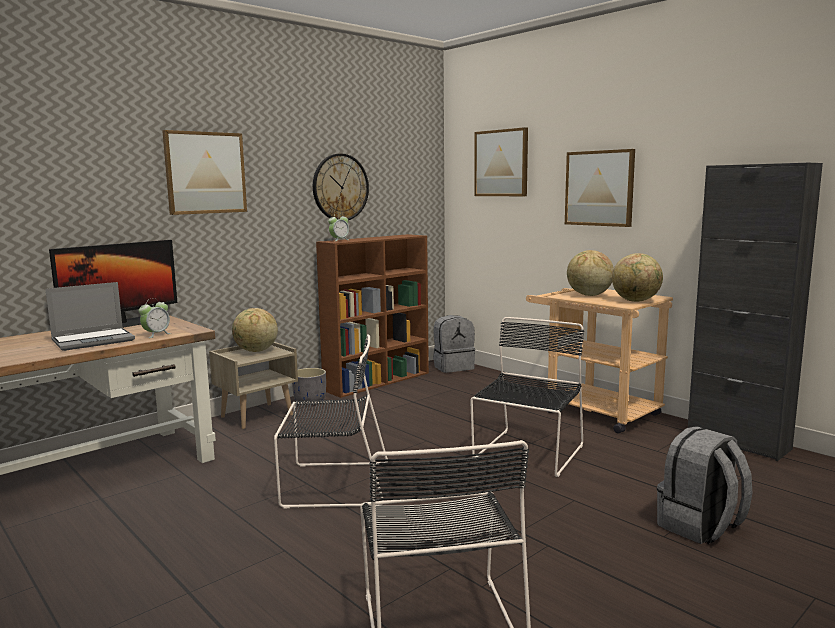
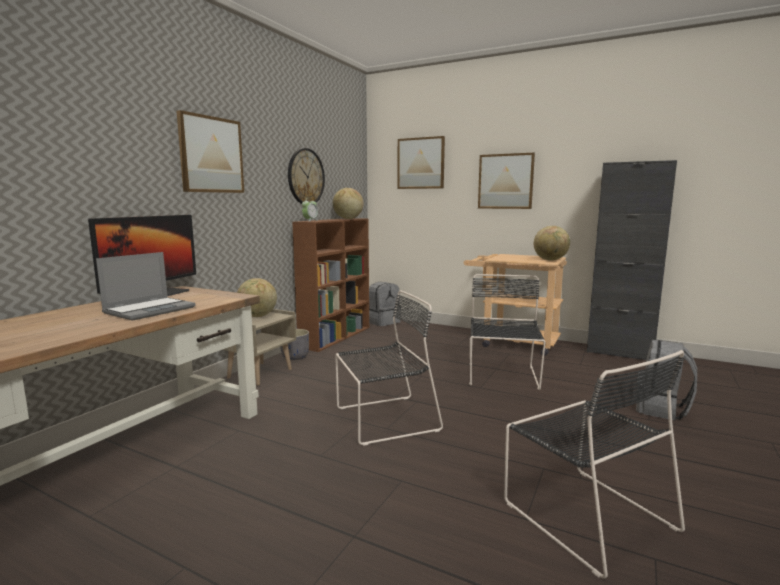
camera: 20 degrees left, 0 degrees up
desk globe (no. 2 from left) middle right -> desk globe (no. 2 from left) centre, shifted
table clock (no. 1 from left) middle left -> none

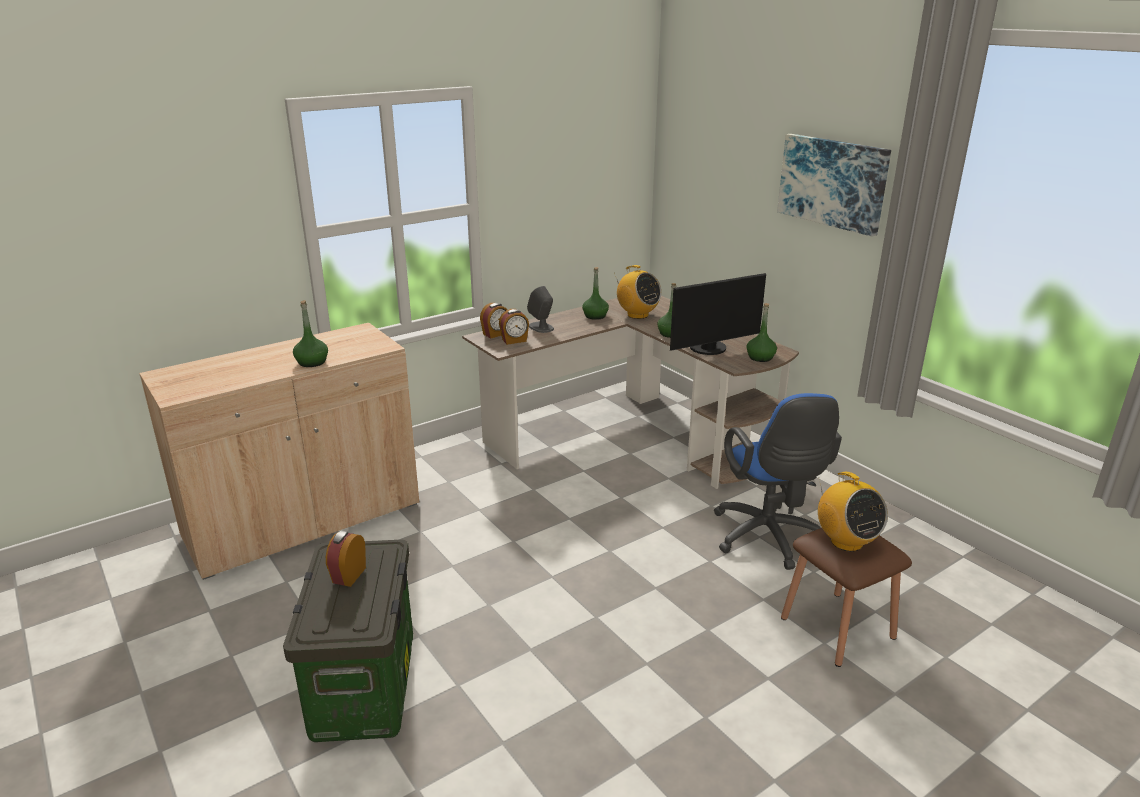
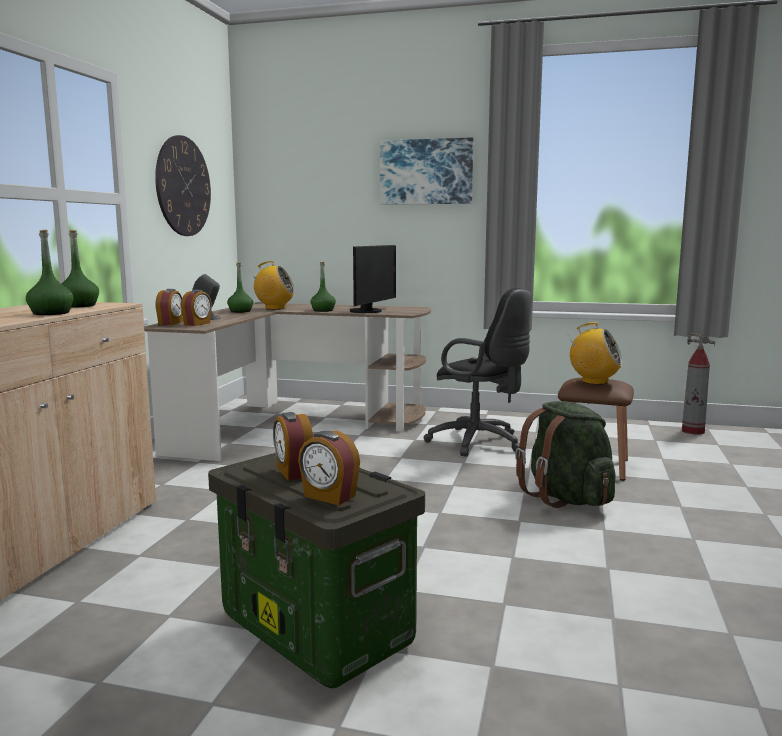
camera: 40 degrees left, 15 degrees down
bottle (green) (no. 4 from left in the first image) middle right -> bottle (green) (no. 2 from left) middle left, shifted
none -> hanging clock top left
none -> table clock (no. 4 from left) centre
desk chair (blue-coloured) middle right -> desk chair (blackish) centre
none -> backpack (green) middle right
none -> fire extinguisher middle right

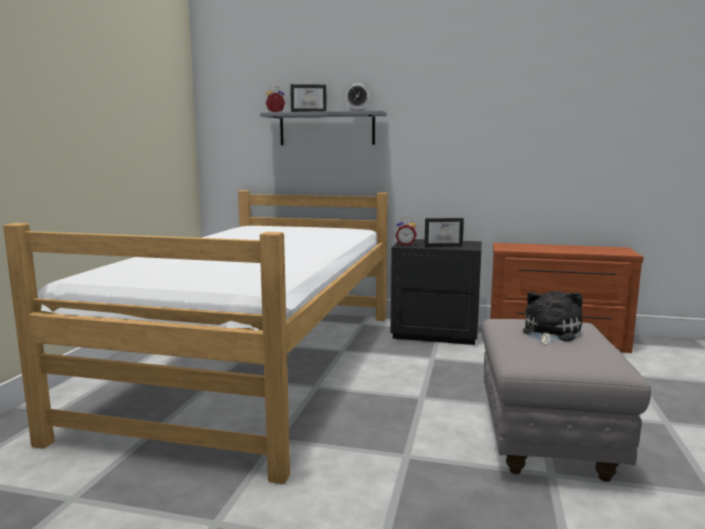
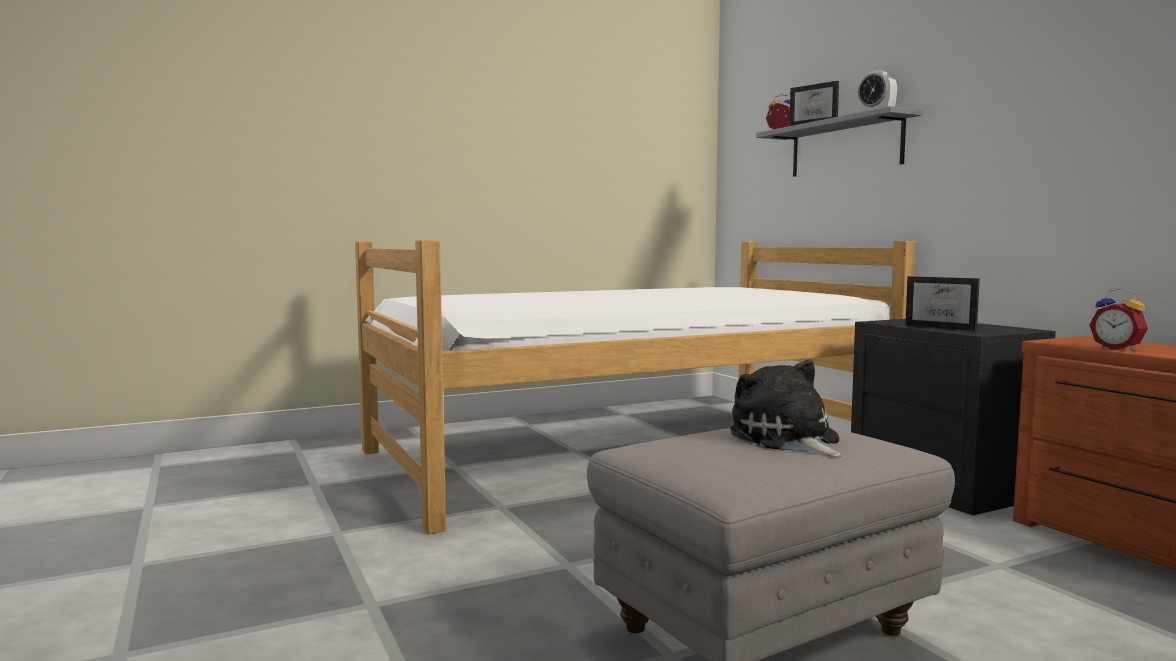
camera: 50 degrees right, 5 degrees down
plush toy middle right, 105 degrees counterclockwise
table clock (no. 3 from left) centre -> table clock (no. 3 from left) middle right, shifted

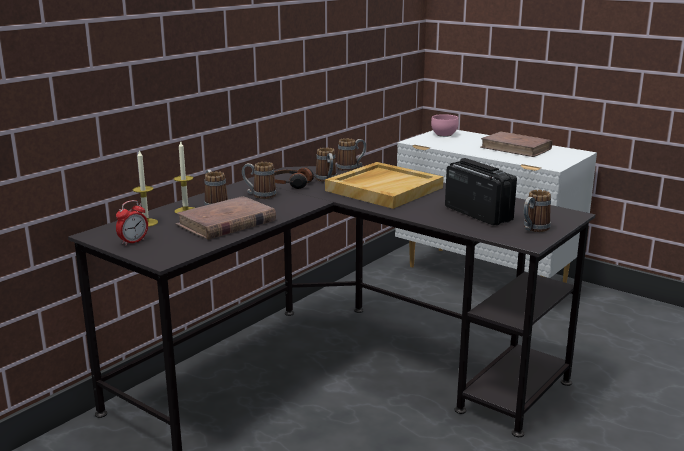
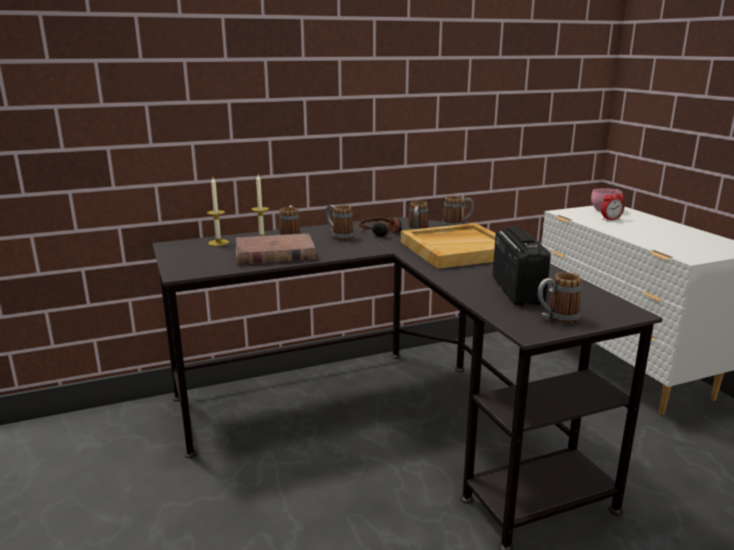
camera: 30 degrees right, 0 degrees up
table clock middle left -> table clock middle right, shifted
bound book (brownish) (no. 2 from left) top right -> none

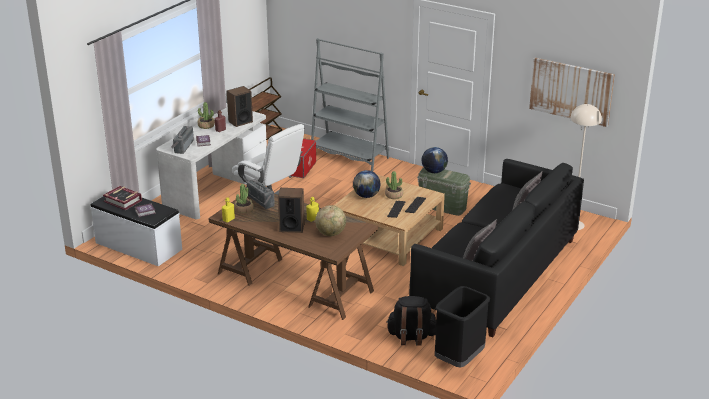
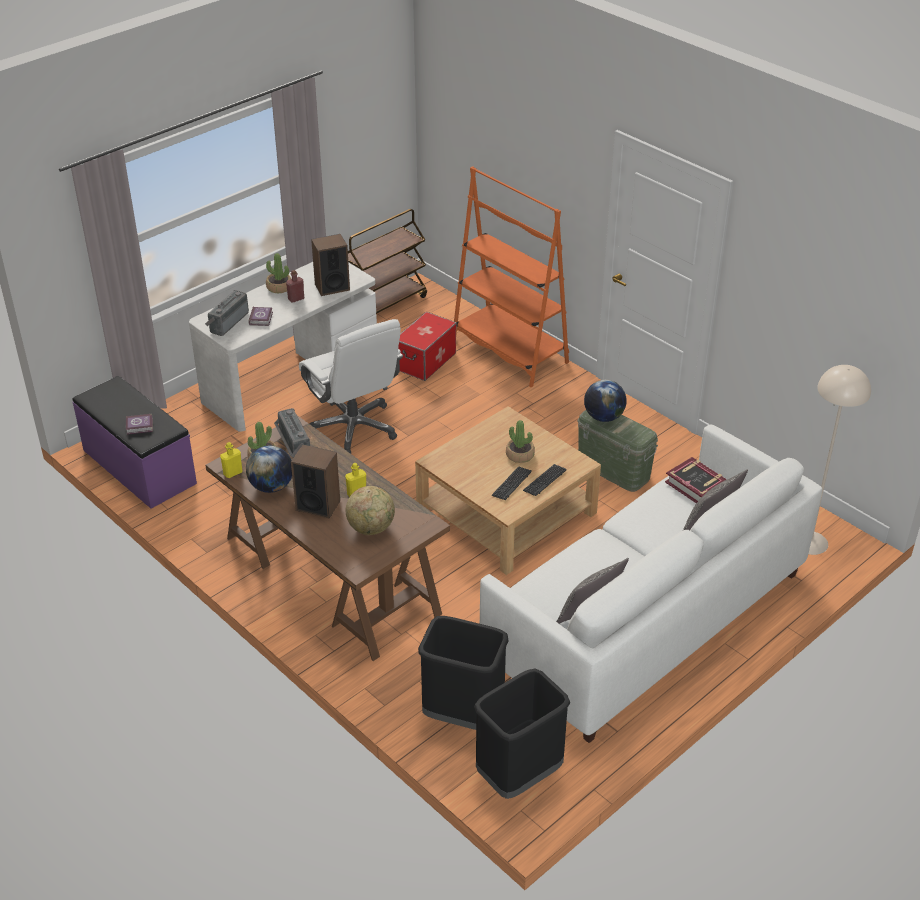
camera: 15 degrees right, 10 degrees up
indoor bench (white) middle left -> indoor bench (purple-coloured) middle left
desk globe (no. 2 from left in the first image) centre -> desk globe (no. 1 from left) middle left, shifted
backpack (blackish) bottom centre -> trash can (blackish) (no. 1 from left) bottom centre
shelving unit (grey) top centre -> shelving unit (orangey) top centre
couch (blackish) middle right -> couch (white) middle right
bound book (no. 1 from left in the first image) middle left -> bound book (no. 3 from left) middle right, shifted
wall art top right -> none

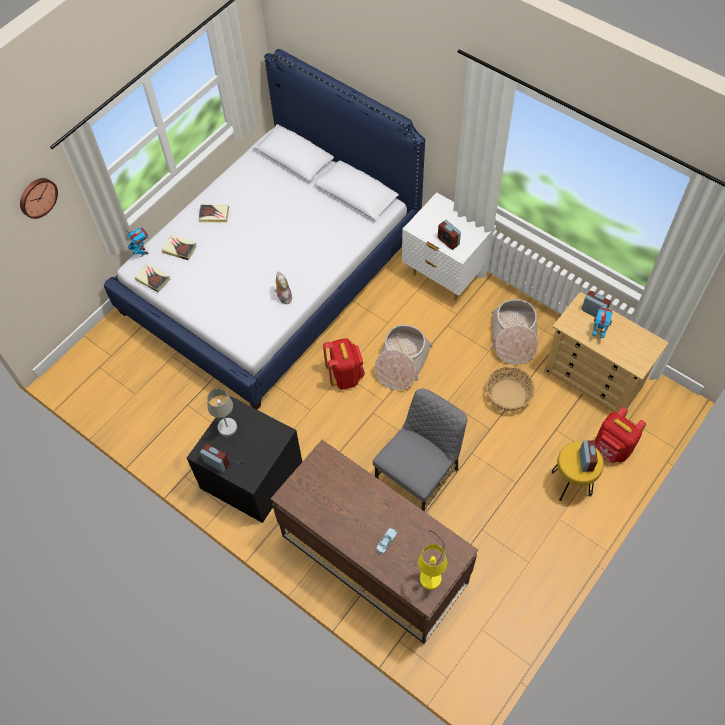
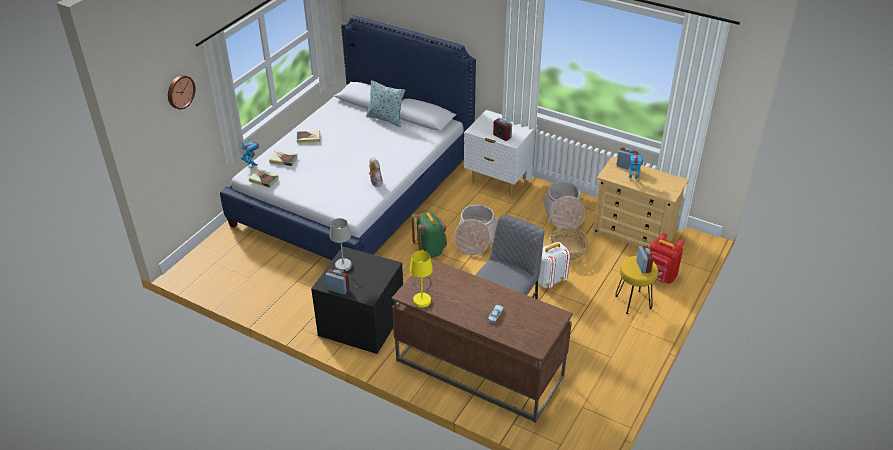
camera: 10 degrees left, 20 degrees down
none -> throw pillow top centre
tabletop lamp (yellow-coloured) bottom centre -> tabletop lamp (yellow-coloured) centre, shifted
backpack (red-coloured) (no. 1 from left) centre -> backpack (green) centre
none -> backpack (white) centre

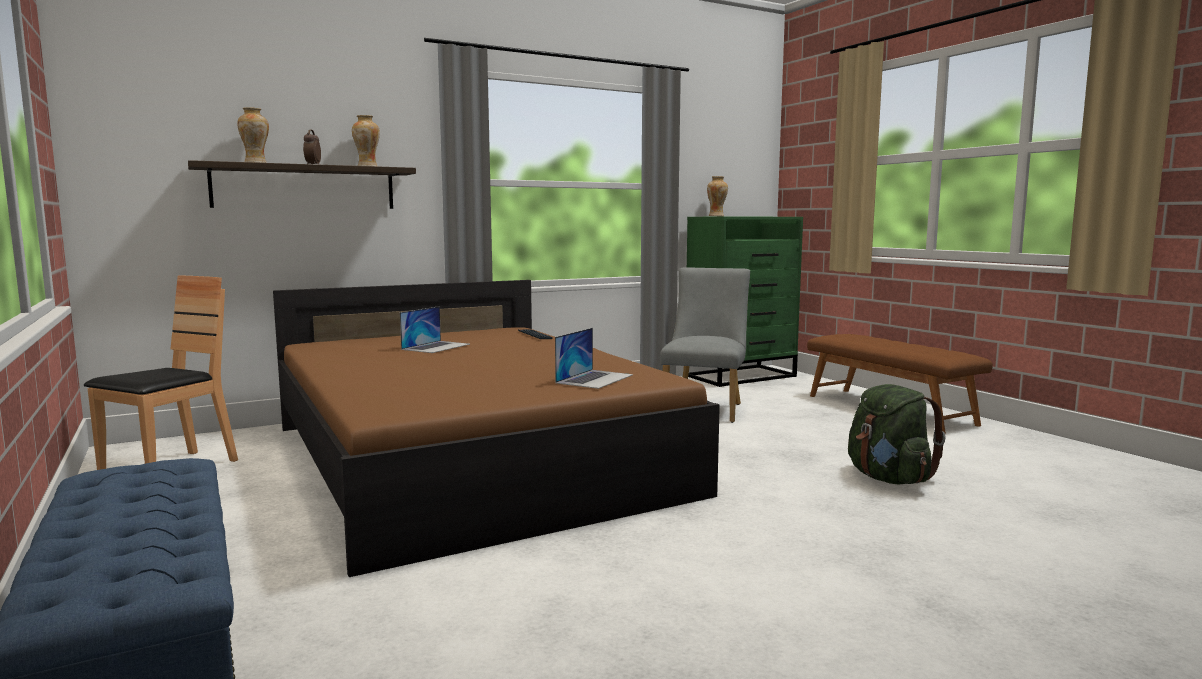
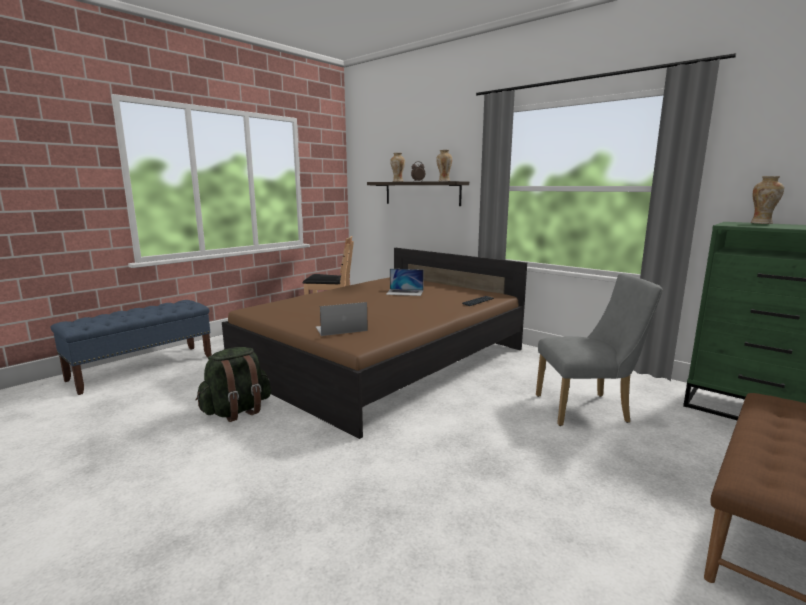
camera: 70 degrees right, 5 degrees up
backpack (green) middle right -> backpack (green) middle left, shifted
notebook computer (no. 2 from left in the first image) centre -> notebook computer (no. 1 from left) centre, 150 degrees clockwise

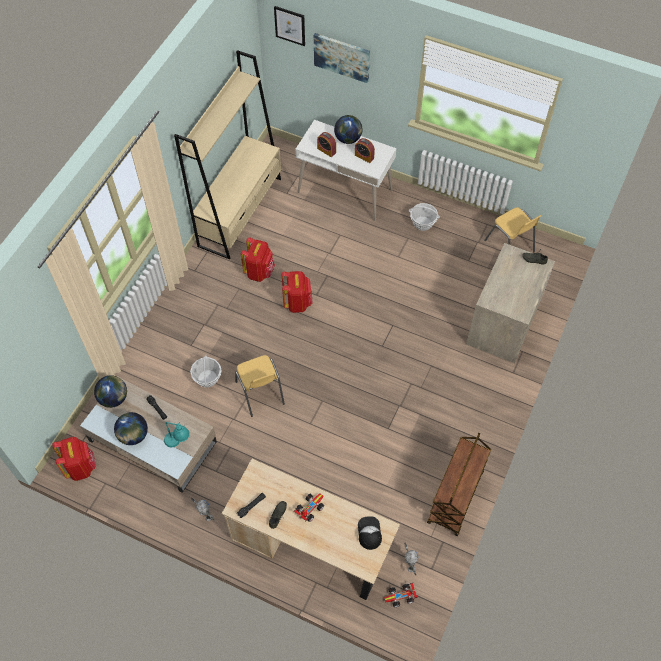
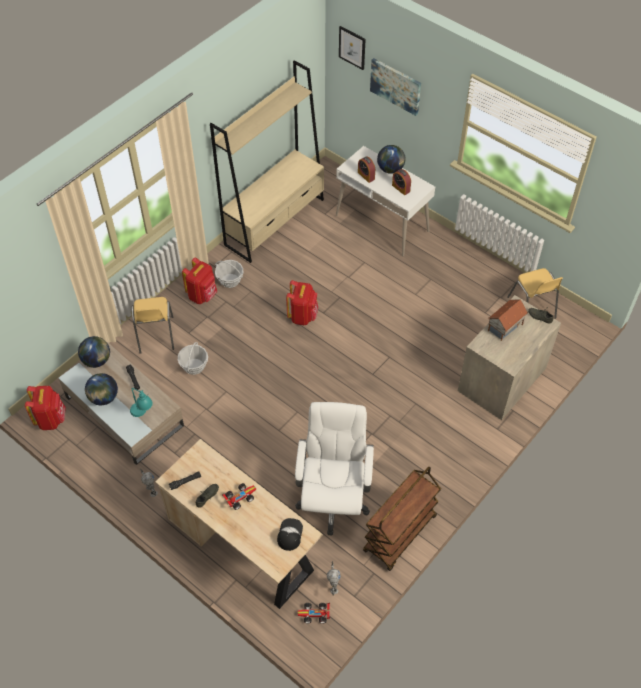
camera: 15 degrees right, 5 degrees down
chair (yellow-coloured) (no. 1 from left) centre -> chair (yellow-coloured) (no. 1 from left) middle left, shifted
backpack (red-coloured) (no. 2 from left) centre -> backpack (red-coloured) (no. 2 from left) middle left, shifted
household basket (no. 2 from left) top centre -> household basket (no. 2 from left) centre, shifted
none -> desk chair (white) bottom centre
none -> model house middle right

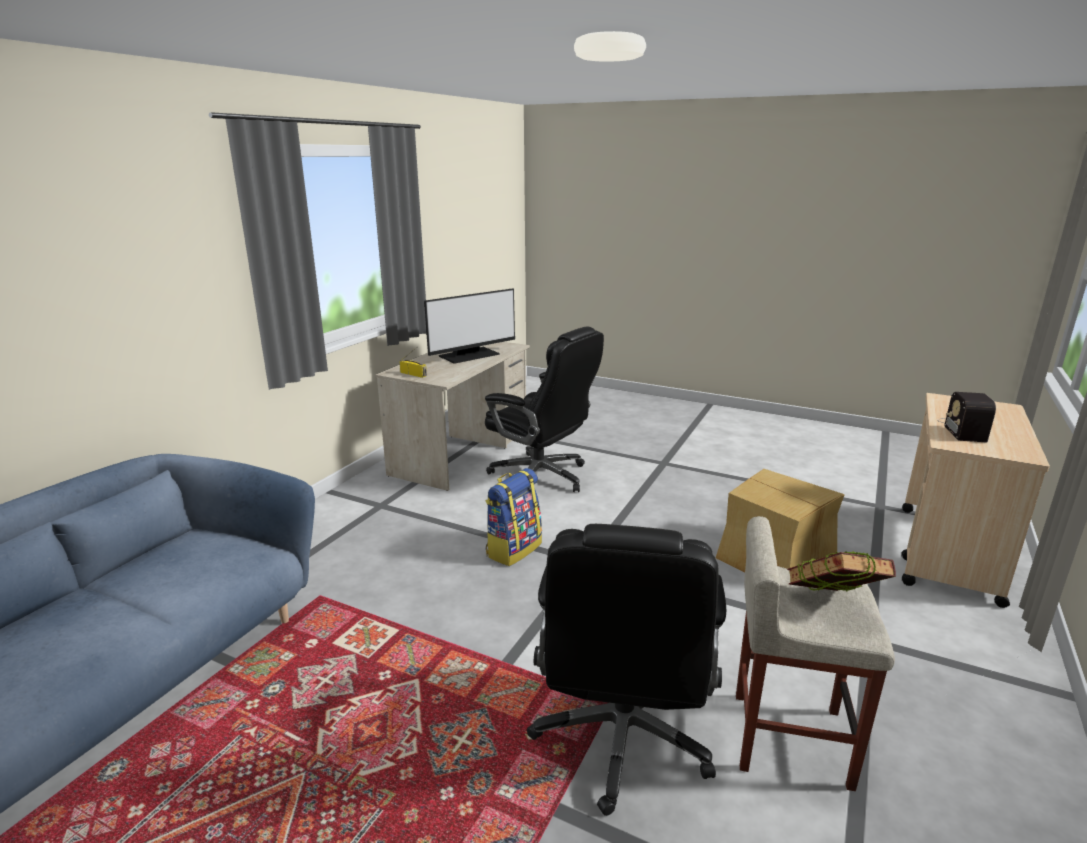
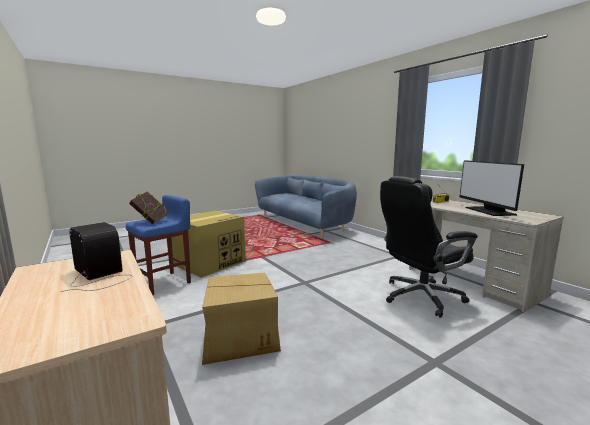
camera: 120 degrees right, 10 degrees down
stool (sand-coloured) bottom right -> stool (blue-coloured) middle left
desk chair (blackish) (no. 2 from left) bottom centre -> packing box (no. 1 from left) centre
backpack centre -> none

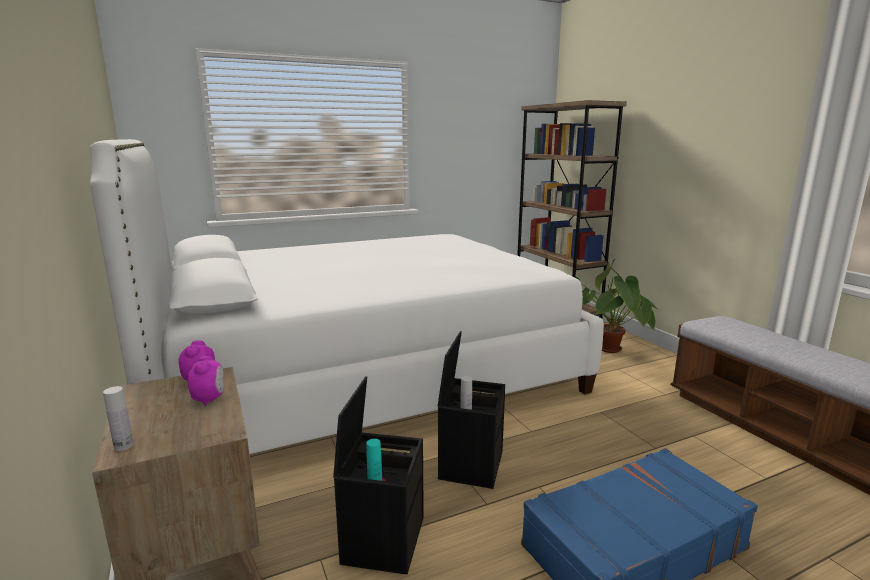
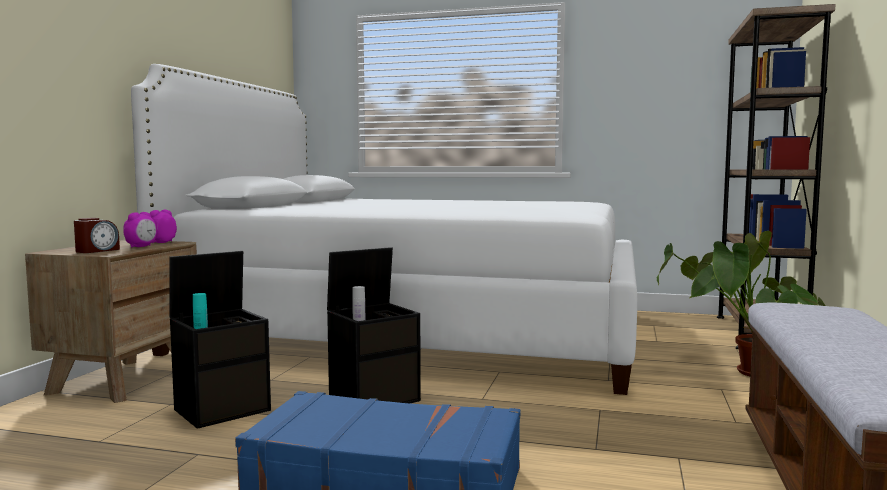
camera: 40 degrees right, 10 degrees down
none -> table clock (no. 1 from left) middle left
bottle (white) (no. 1 from left) bottom left -> none

